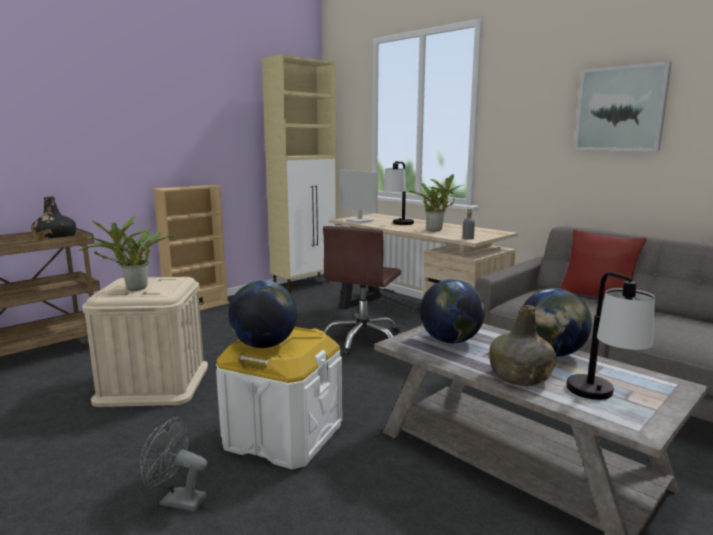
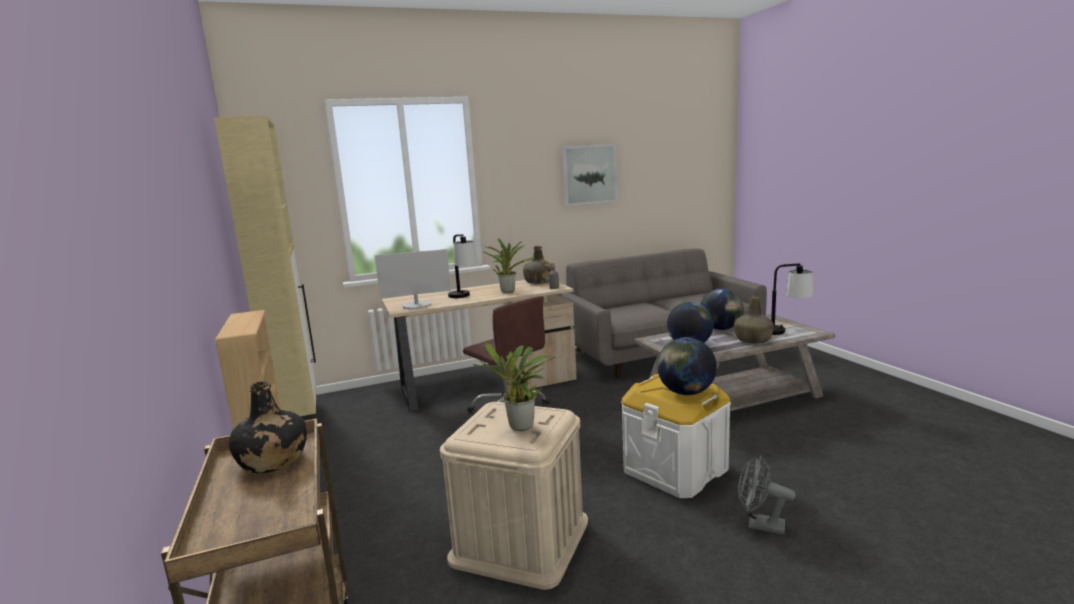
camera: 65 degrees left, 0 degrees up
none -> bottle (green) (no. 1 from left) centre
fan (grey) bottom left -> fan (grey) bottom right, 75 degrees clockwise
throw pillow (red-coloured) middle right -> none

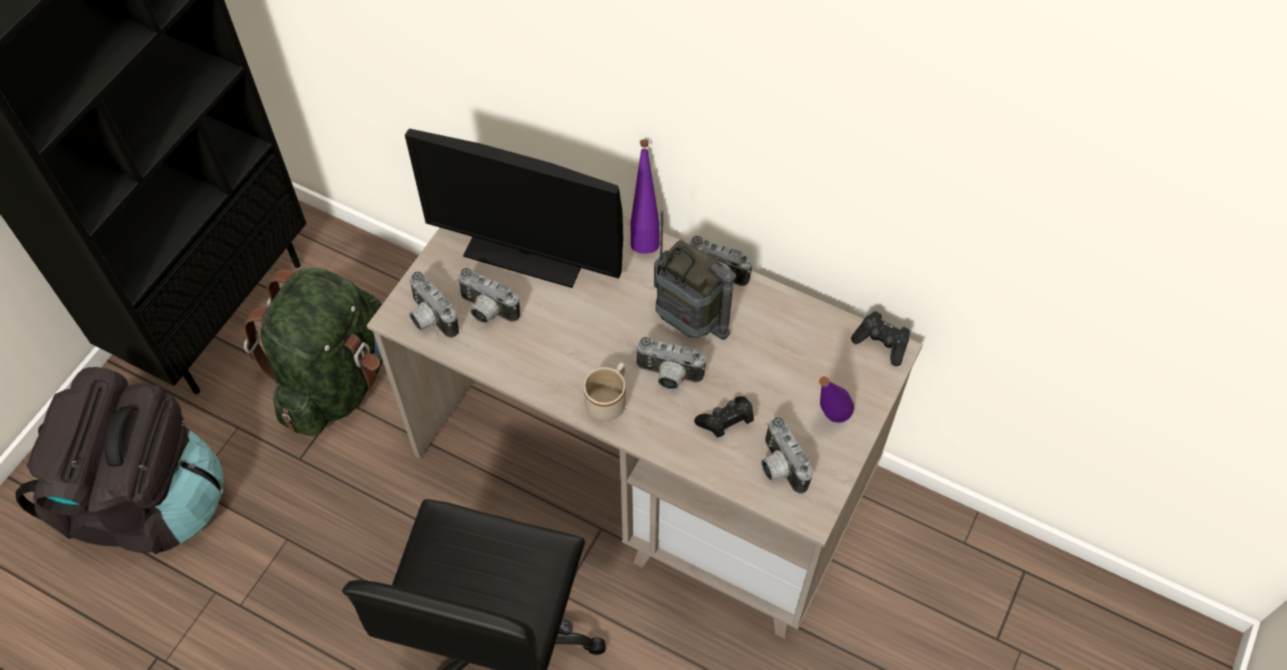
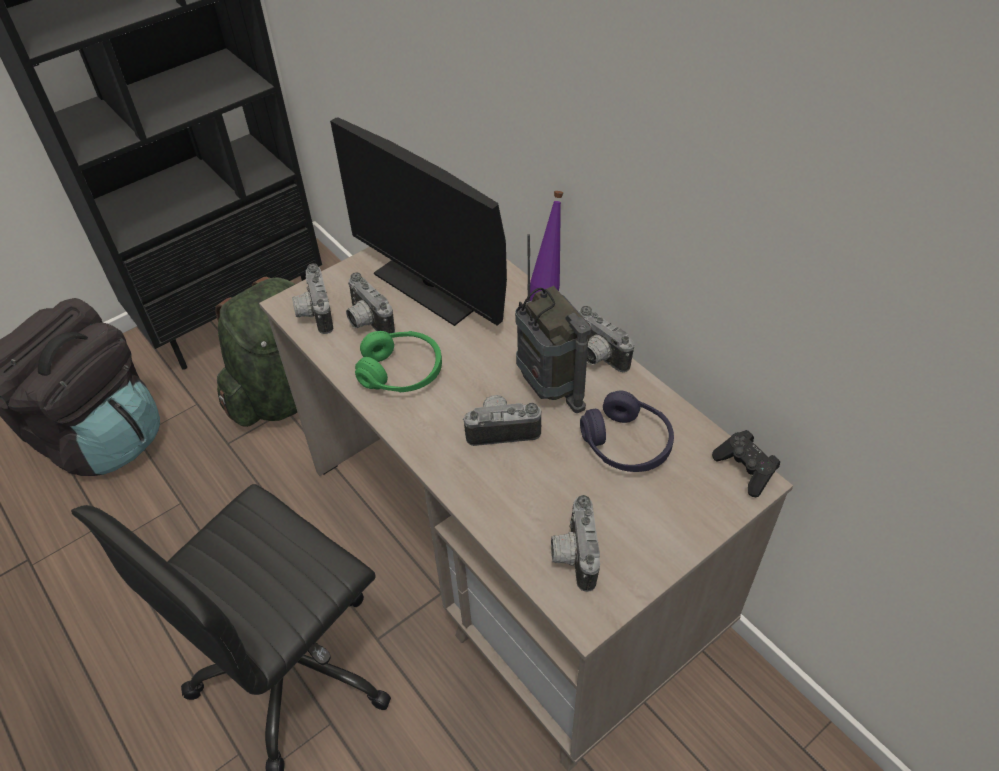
camera: 25 degrees right, 10 degrees down
none -> headphones (green) centre
photo camera (no. 3 from left) centre, 135 degrees clockwise
none -> headphones (purple-coloured) centre
coffee mug (sand-coloured) centre -> none
joypad (blackish) (no. 1 from left) centre -> none
bottle (purple-coloured) (no. 2 from left) centre -> none

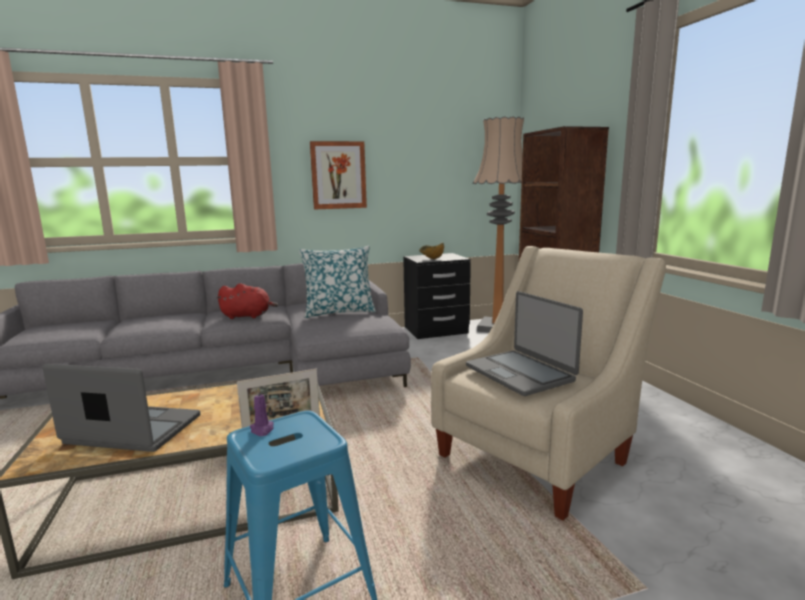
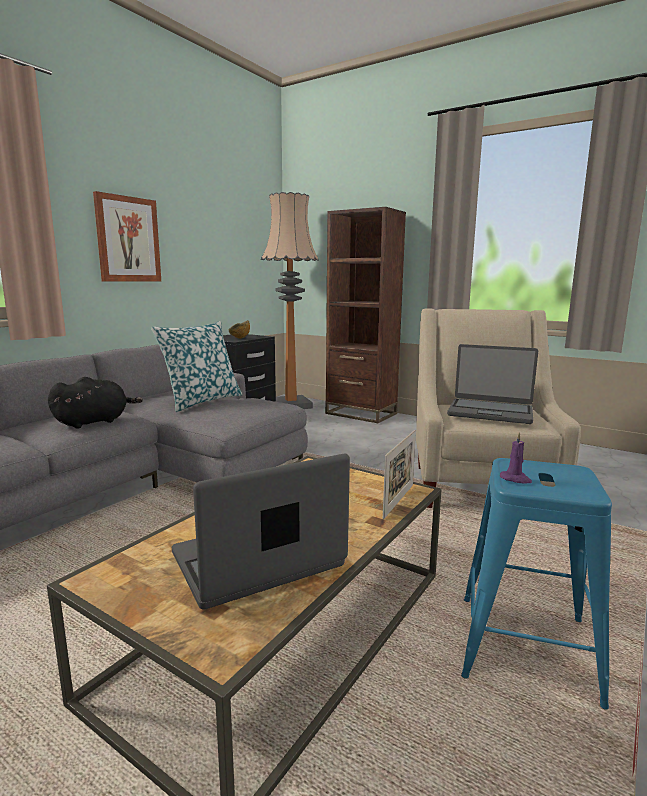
camera: 40 degrees left, 0 degrees up
plush toy (red-coloured) middle left -> plush toy (blackish) middle left

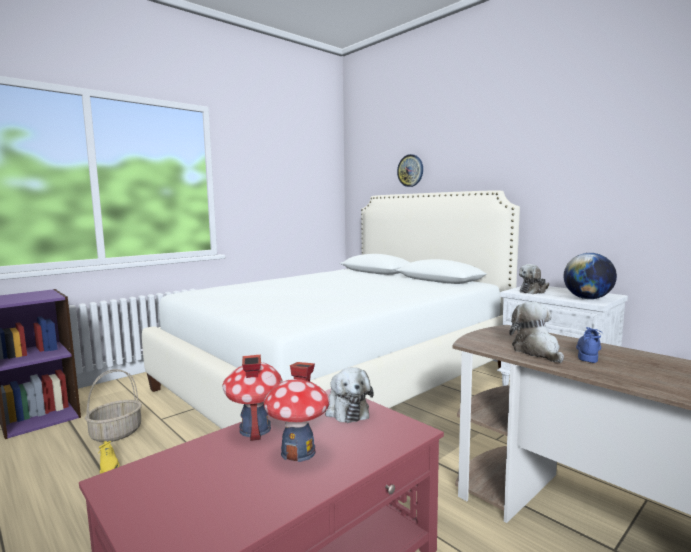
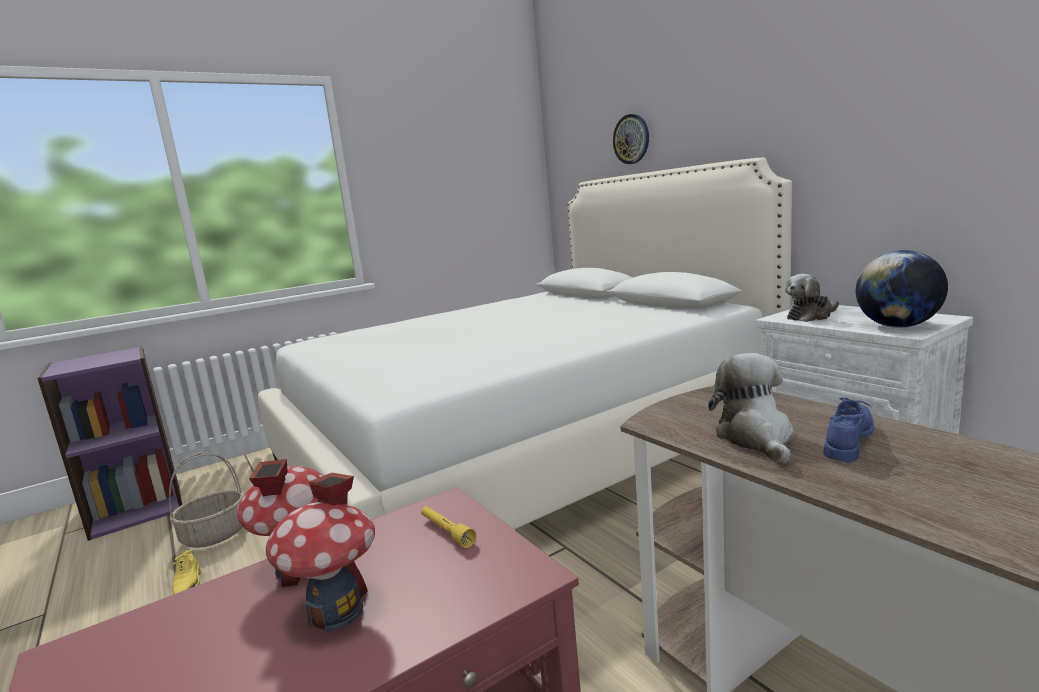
camera: 10 degrees right, 5 degrees up
plush toy (no. 1 from left) bottom centre -> hand torch (yellow-coloured) bottom centre

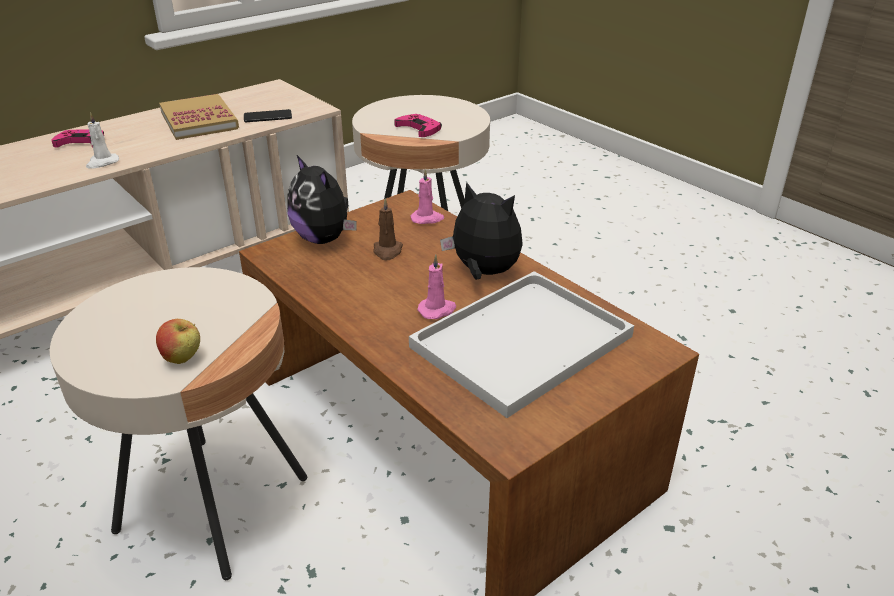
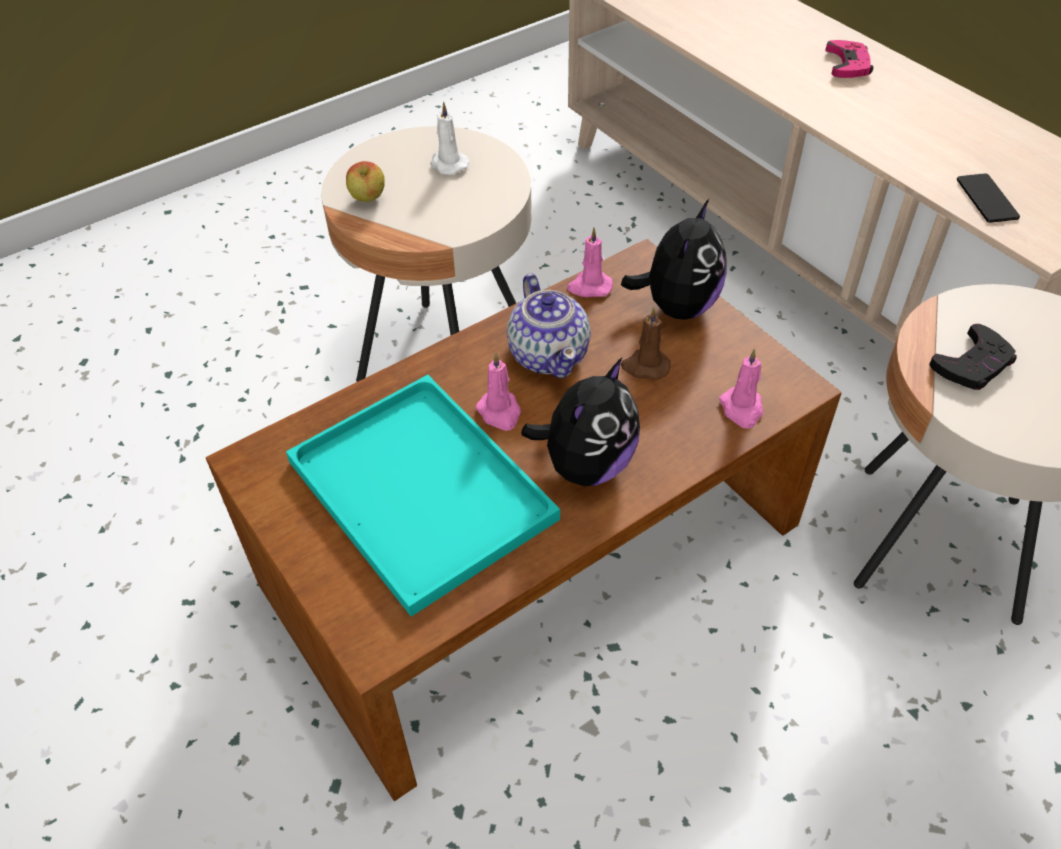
camera: 95 degrees right, 15 degrees up
serving tray (white) centre -> serving tray (turquoise) centre
candle (white) top left -> candle (white) top centre, shifted
none -> teapot centre
none -> candle (pinkish) (no. 2 from left) top centre
plush toy (no. 1 from left in the first image) centre -> plush toy (no. 2 from left) top centre, 150 degrees clockwise
joypad (pinkish) (no. 2 from left) top centre -> joypad (blackish) middle right
bound book top left -> none

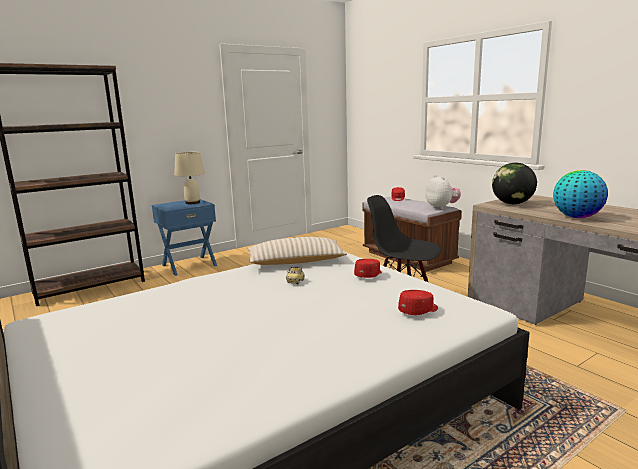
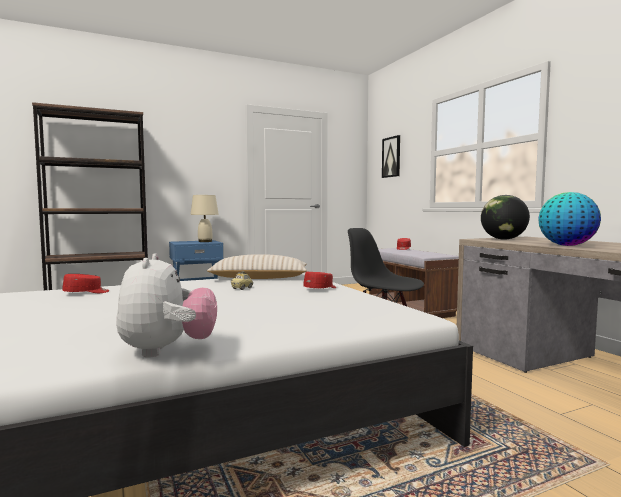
camera: 10 degrees right, 10 degrees down
cap (red-coloured) (no. 3 from left in the first image) centre -> cap (red-coloured) (no. 1 from left) middle left, shifted
plush toy middle right -> plush toy middle left, shifted
none -> wall art top centre

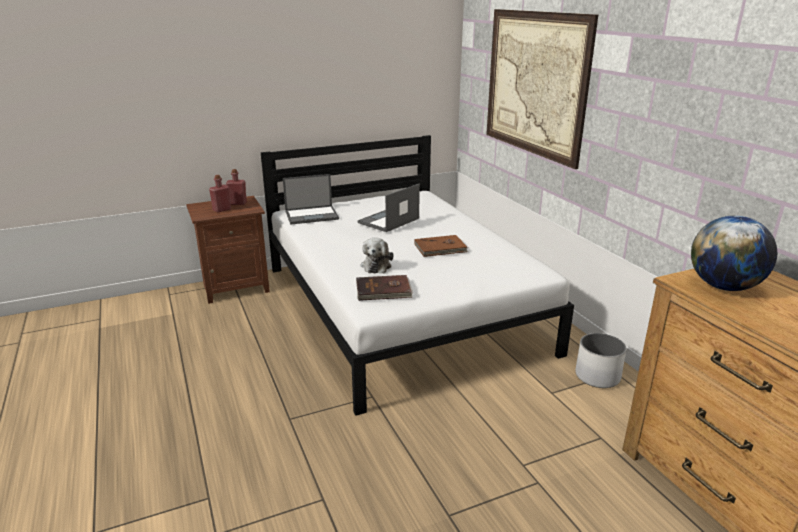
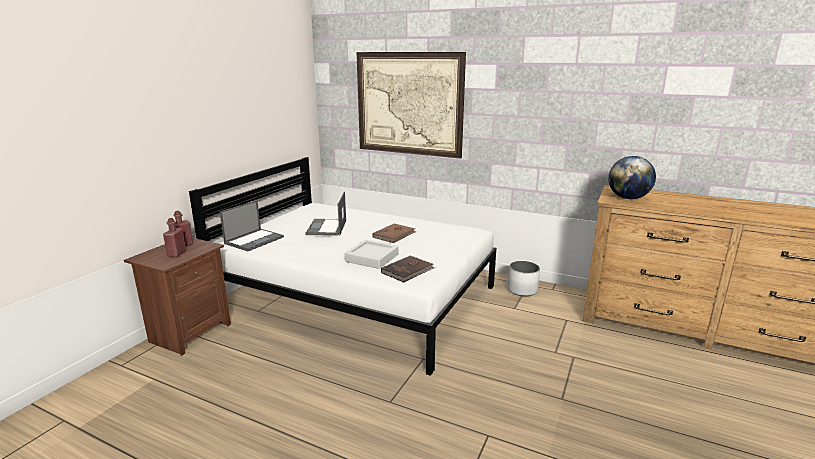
camera: 40 degrees left, 5 degrees down
plush toy centre -> serving tray (grey) centre

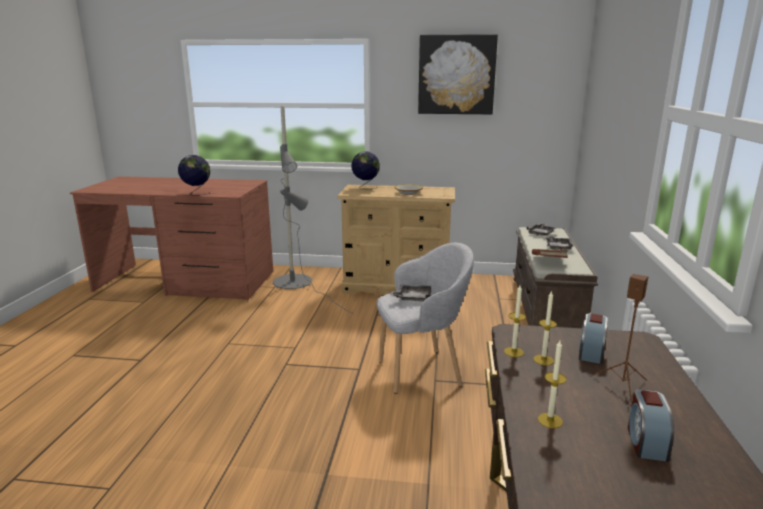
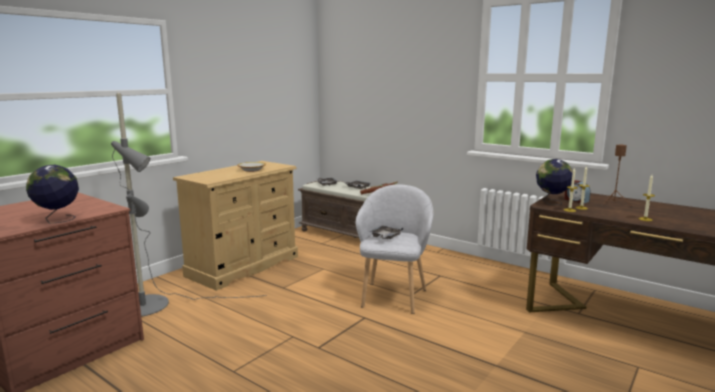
camera: 60 degrees left, 5 degrees down
desk globe (no. 2 from left) centre -> desk globe (no. 2 from left) middle right, shifted
wall art top centre -> none
table clock (no. 2 from left) bottom right -> none

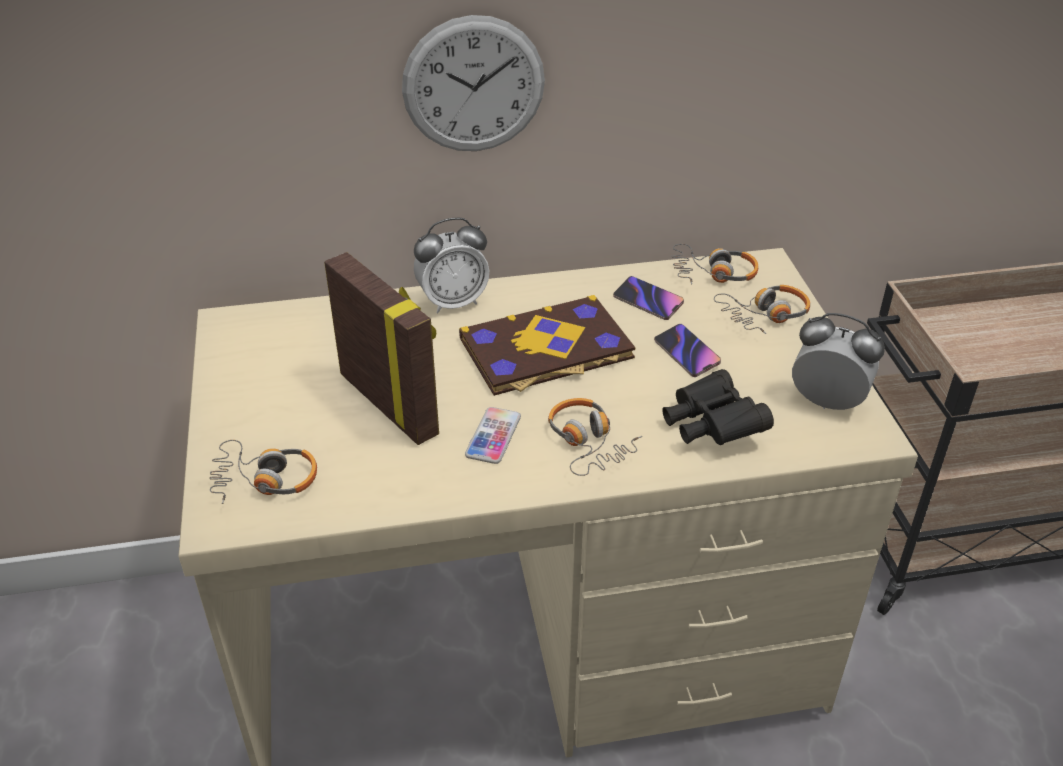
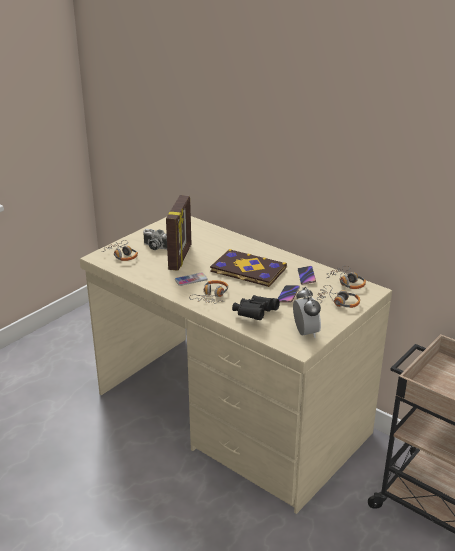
camera: 50 degrees right, 10 degrees down
none -> photo camera centre
hanging clock top centre -> none
table clock (no. 1 from left) centre -> none

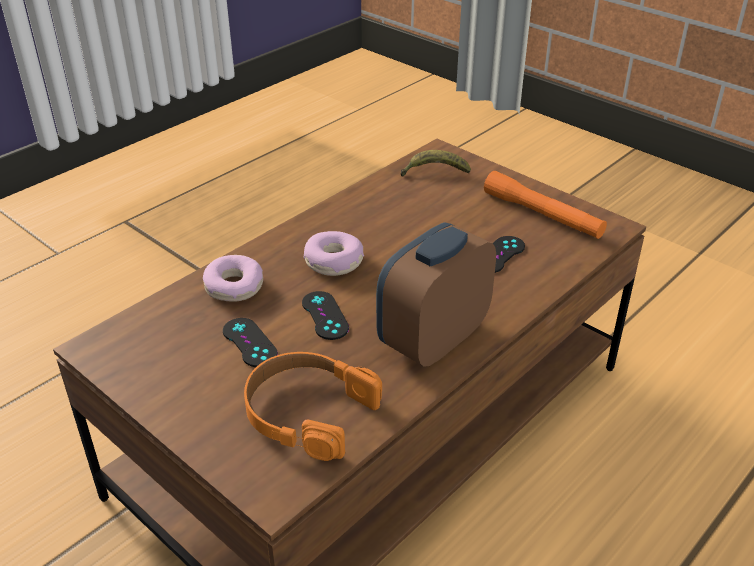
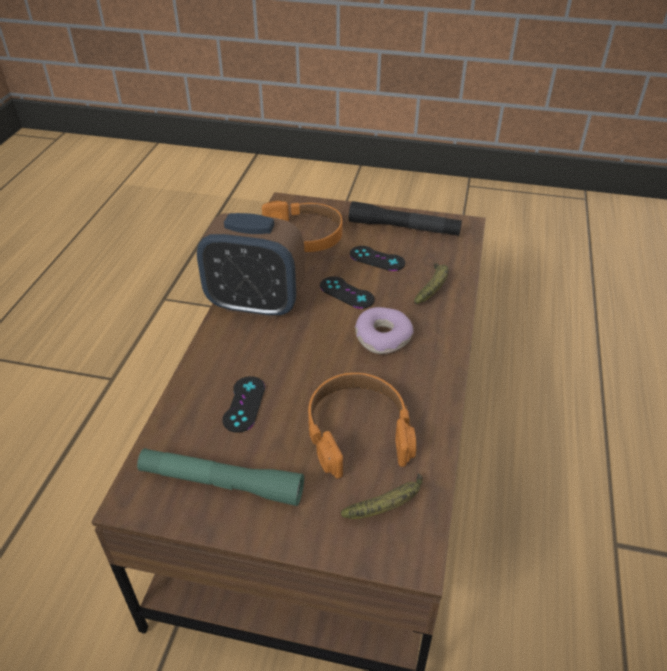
camera: 150 degrees right, 5 degrees up
hand torch (orangey) middle right -> hand torch (green) bottom left
table clock centre, 90 degrees clockwise
none -> headphones (orangey) (no. 2 from left) centre
none -> hand torch (blackish) top centre
ring doughnut (no. 1 from left) middle left -> banana (no. 2 from left) centre

